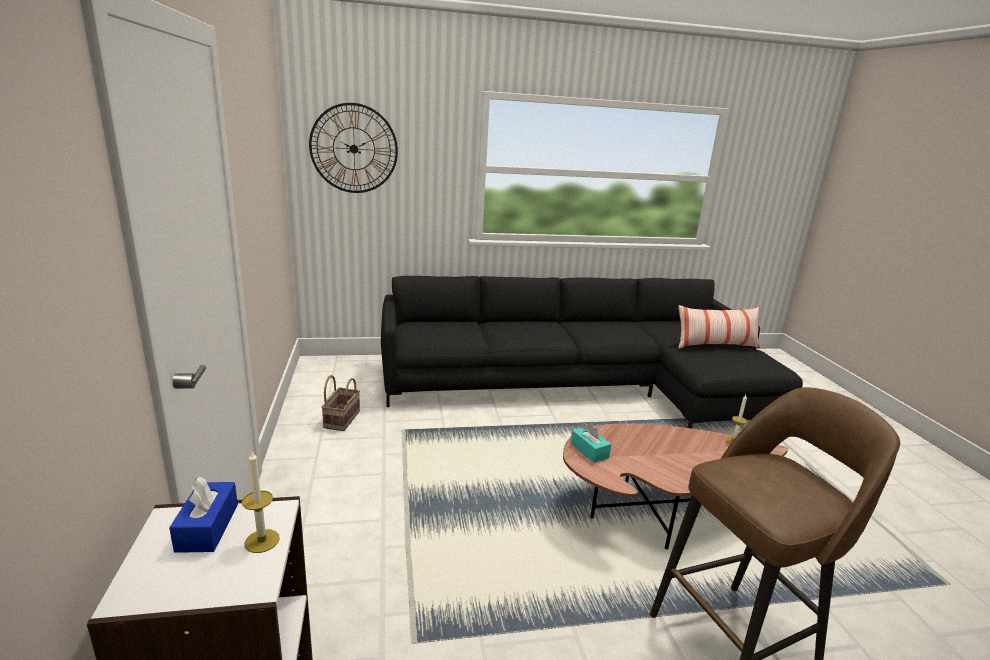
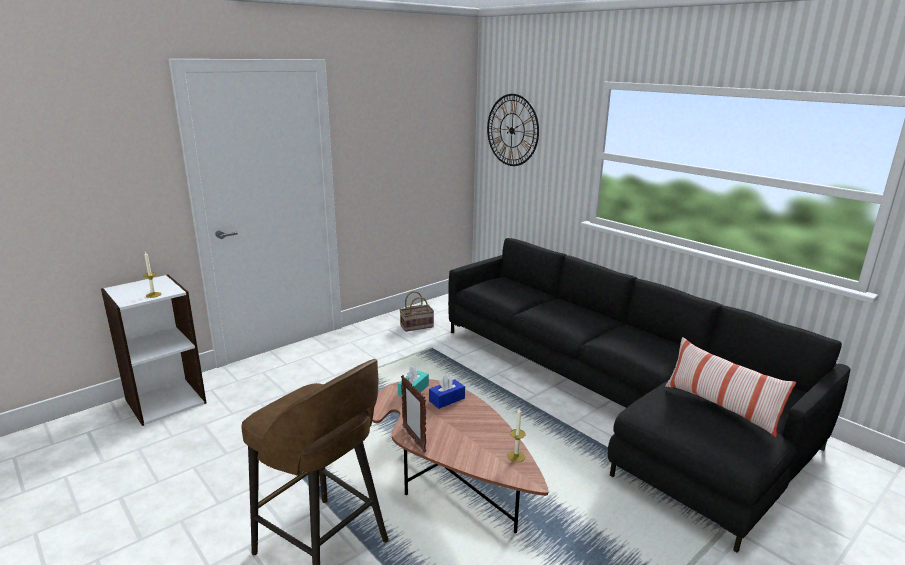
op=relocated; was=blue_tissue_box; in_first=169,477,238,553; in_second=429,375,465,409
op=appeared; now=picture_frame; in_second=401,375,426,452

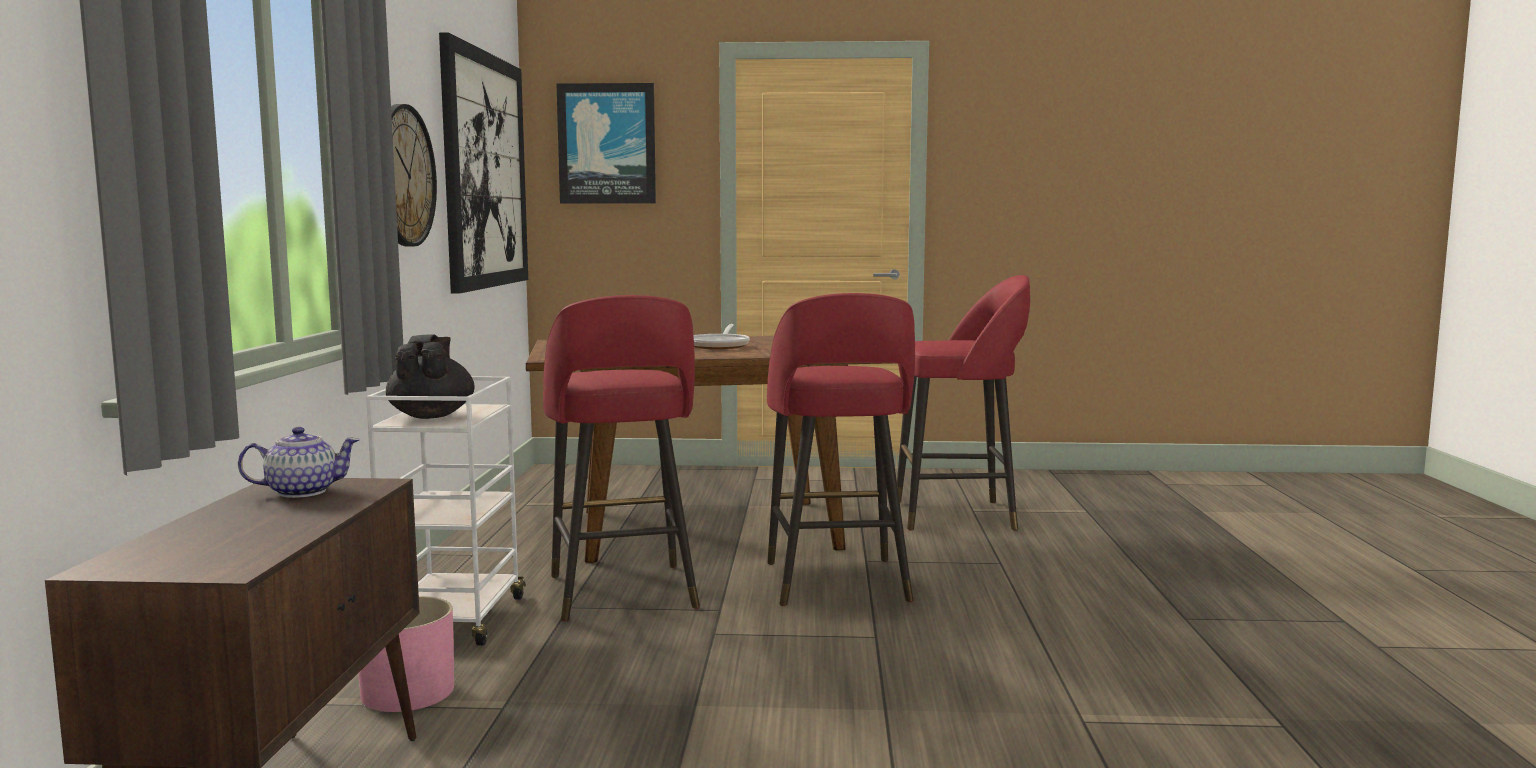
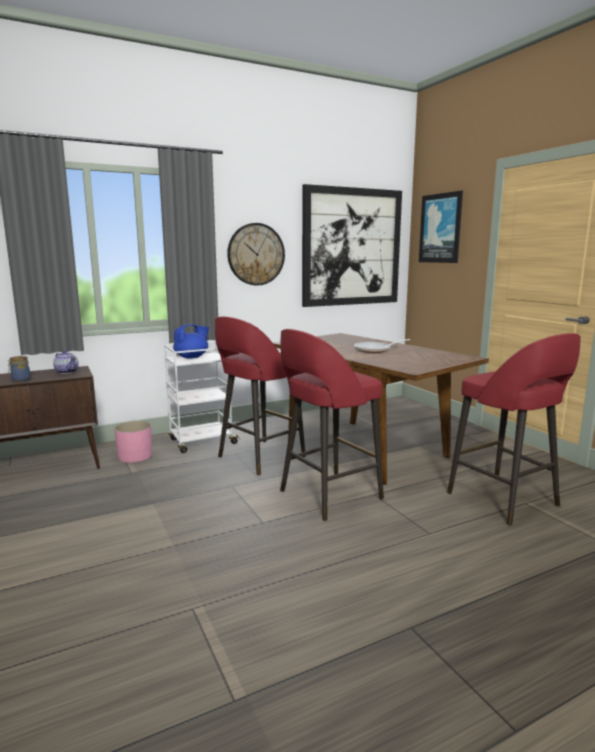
op=colour; was=black_teapot; now=blue_teapot; in_first=386,334,475,419; in_second=173,324,209,359
op=appeared; now=jar; in_second=7,356,31,382

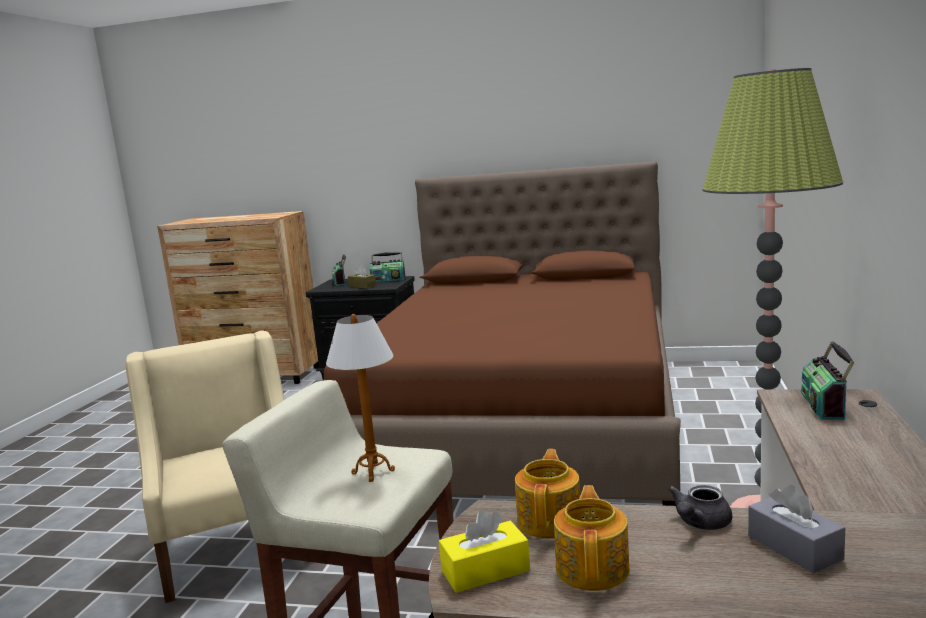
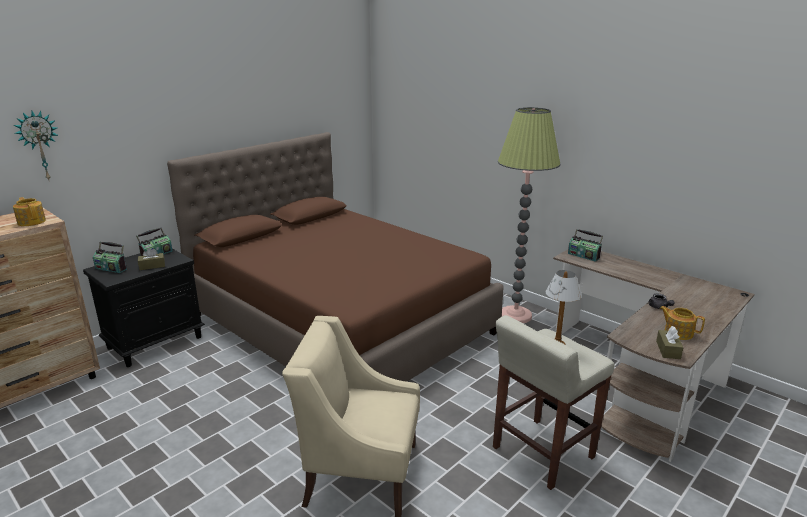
op=relocated; was=teapot; in_first=515,449,580,538; in_second=13,197,46,226
op=missing; was=grey_tissue_box; in_first=748,485,845,573
op=colour; was=yellow_tissue_box; now=brown_tissue_box; in_first=439,510,530,593; in_second=656,326,683,359
op=appeared; now=wall_clock; in_second=14,111,59,180

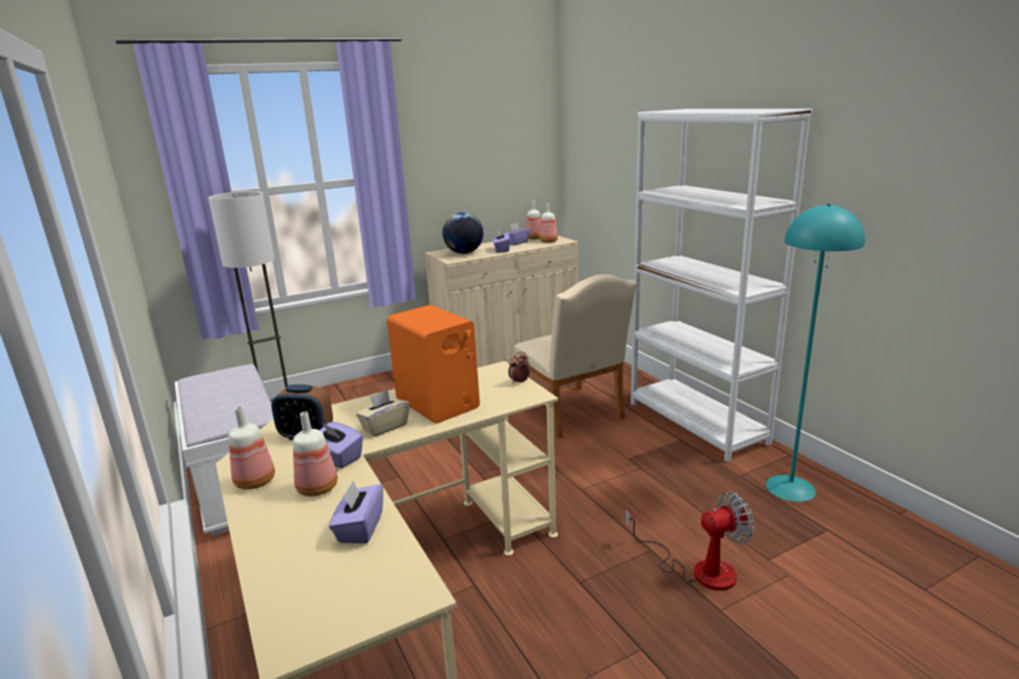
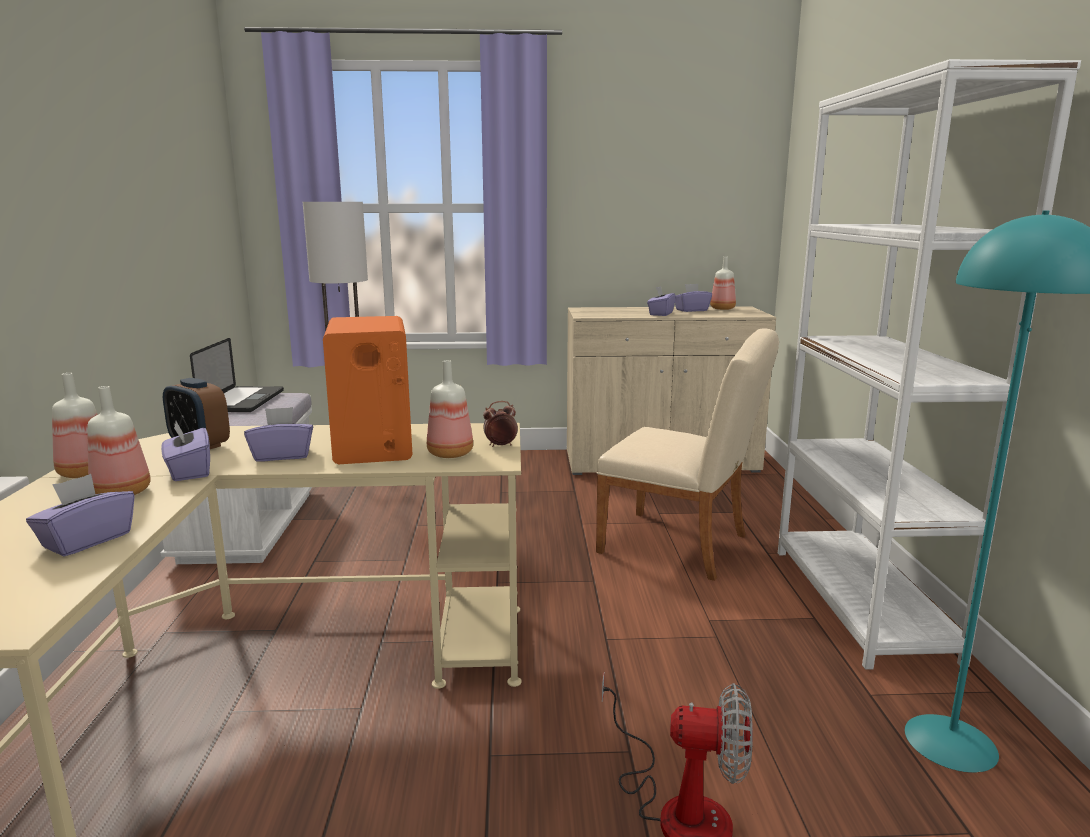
op=relocated; was=bottle; in_first=539,203,558,243; in_second=427,360,473,458
op=missing; was=globe; in_first=443,212,483,254
op=spun; was=beige_chair; in_first=514,274,637,439; in_second=596,328,779,581; clockwise=-60
op=colour; was=beige_tissue_box; now=purple_tissue_box; in_first=356,390,410,437; in_second=244,407,313,461
op=appeared; now=laptop; in_second=190,338,284,412

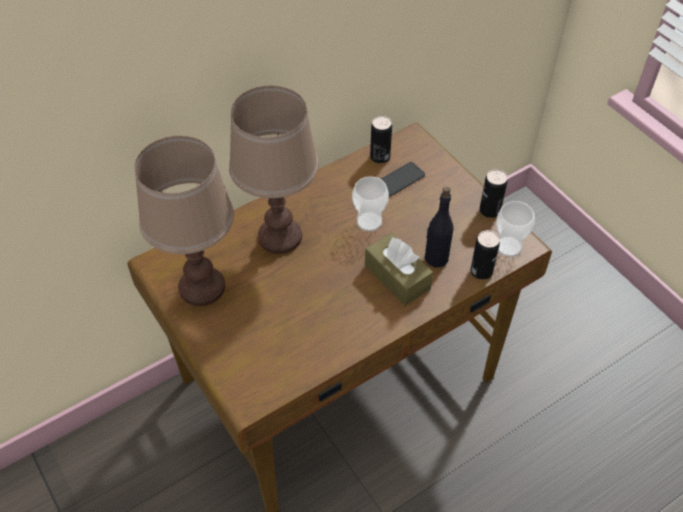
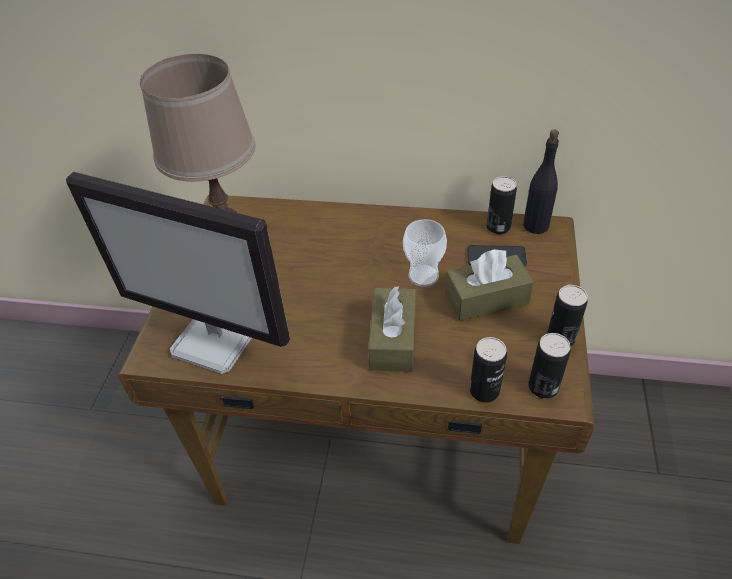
op=missing; was=brown_table_lamp; in_first=229,85,318,254
op=relocated; was=black_bottle; in_first=425,187,454,268; in_second=523,130,559,234
op=exchanged; was=cup; now=can; in_first=496,201,535,257; in_second=528,333,570,399
op=appeared; now=monitor; in_second=66,172,290,374
op=appeared; now=brown_tissue_box; in_second=445,249,534,321

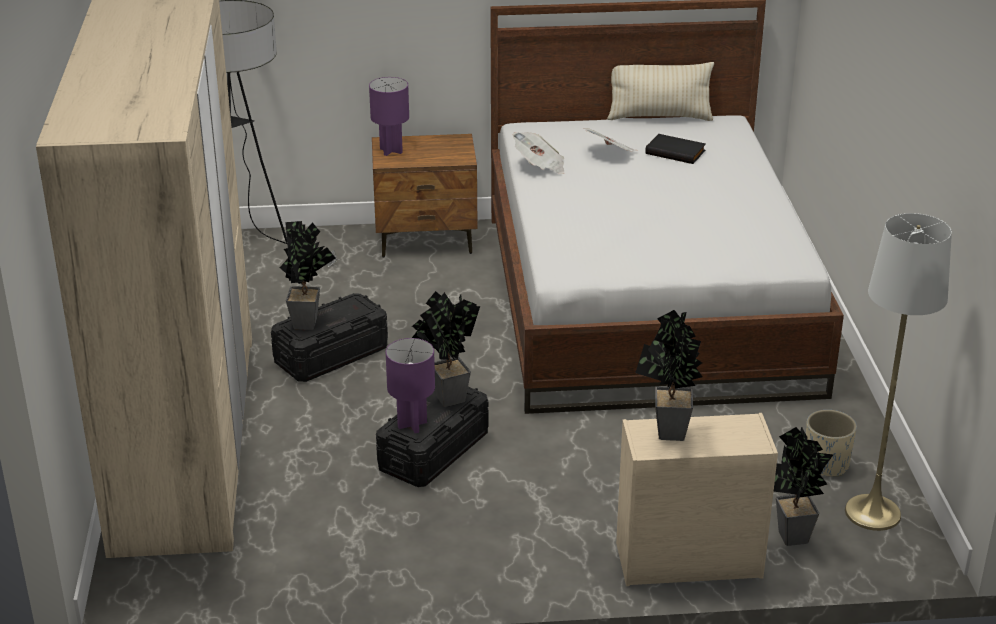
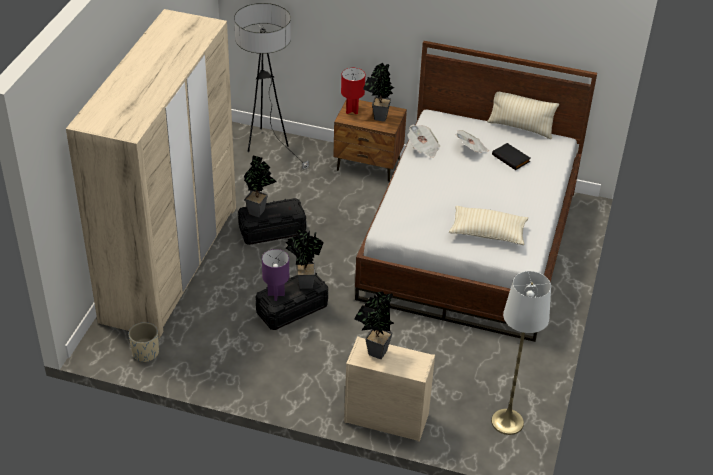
op=colour; was=purple_table_lamp; now=red_table_lamp; in_first=369,77,409,156; in_second=341,68,365,115
op=relocated; was=beige_planter; in_first=806,410,857,477; in_second=129,322,159,363
op=relocated; was=potted_plant; in_first=774,427,833,546; in_second=363,63,394,122
op=appeared; now=beige_pillow; in_second=449,205,528,245

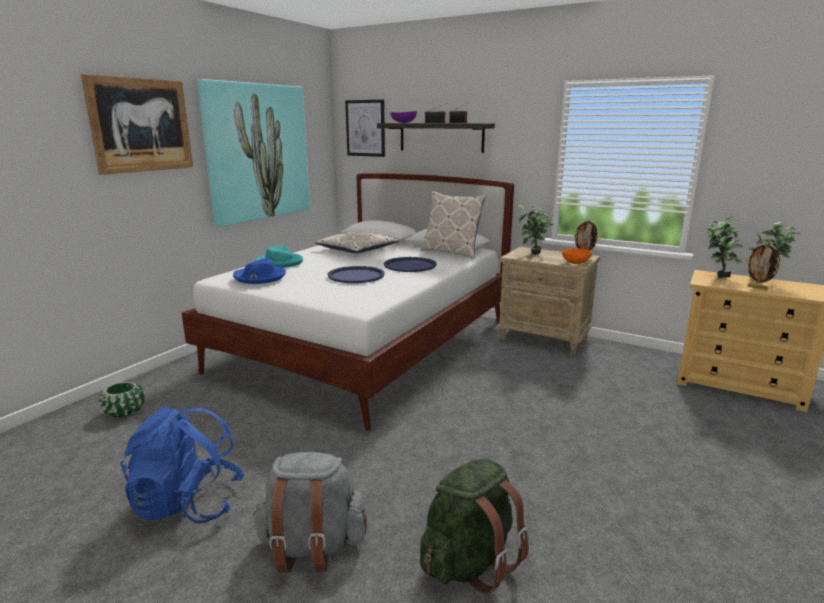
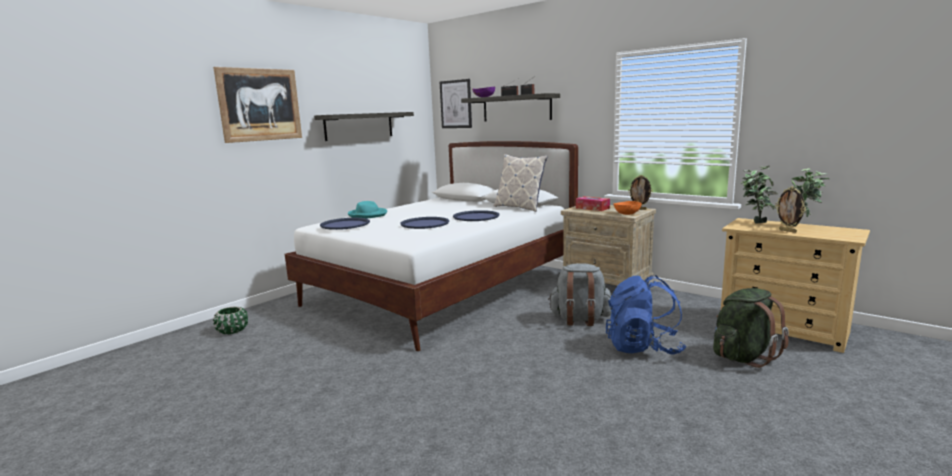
op=exchanged; was=picture; now=shelf; in_first=197,79,310,227; in_second=314,112,414,141
op=exchanged; was=potted_plant; now=tissue_box; in_first=518,205,554,254; in_second=576,196,610,211
op=missing; was=pillow; in_first=315,231,400,253
op=exchanged; was=blue_hat; now=blue_tray; in_first=233,258,286,284; in_second=320,218,370,230
op=relocated; was=blue_backpack; in_first=120,405,245,523; in_second=606,275,686,355
op=relocated; was=grey_backpack; in_first=253,452,367,572; in_second=548,263,611,326
op=relocated; was=green_backpack; in_first=420,459,529,594; in_second=713,288,789,368

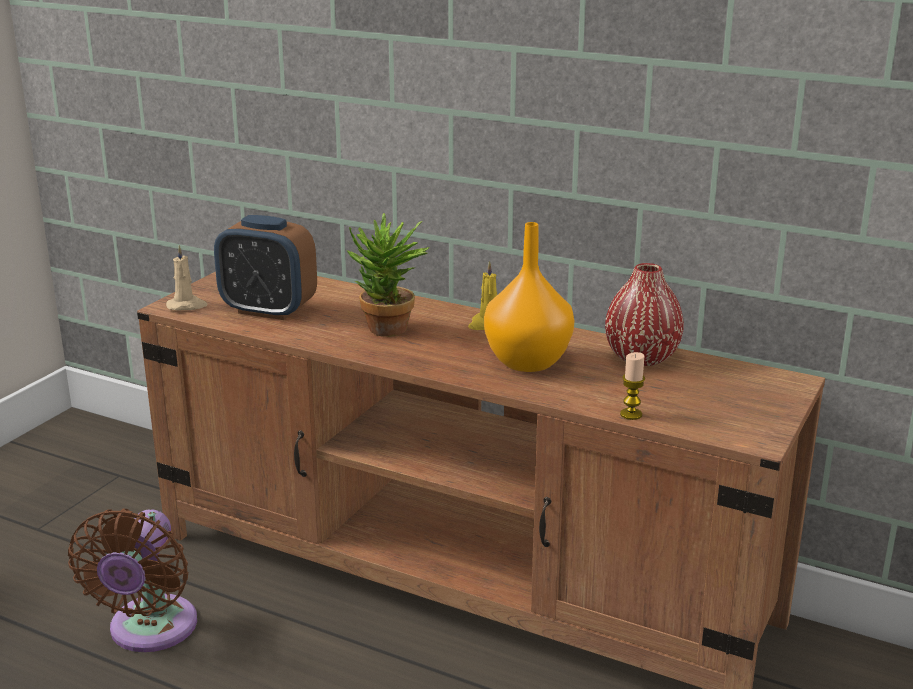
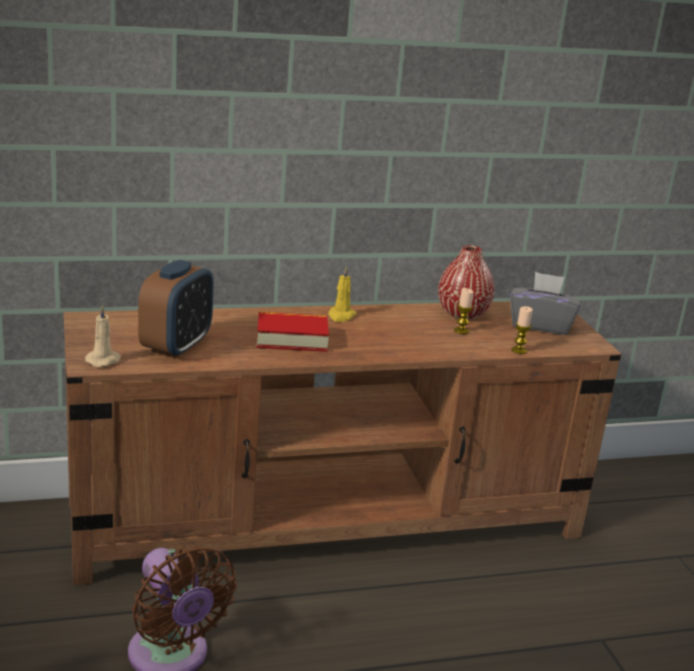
op=exchanged; was=potted_plant; now=book; in_first=347,213,430,337; in_second=257,312,329,352
op=spun; was=alarm_clock; in_first=214,215,317,320; in_second=138,260,214,359; clockwise=-45
op=missing; was=orange_vase; in_first=484,222,574,372
op=appeared; now=grey_tissue_box; in_second=510,272,580,335
op=appeared; now=candle; in_second=454,288,473,334

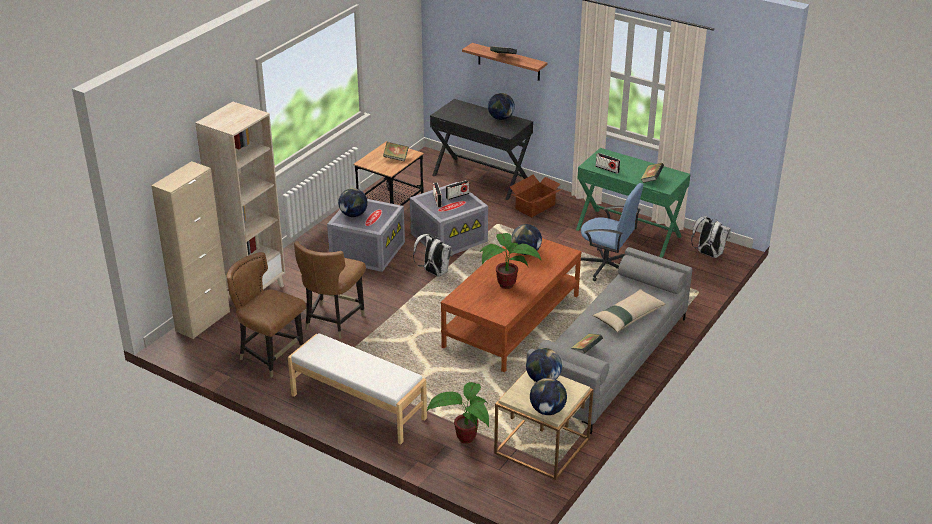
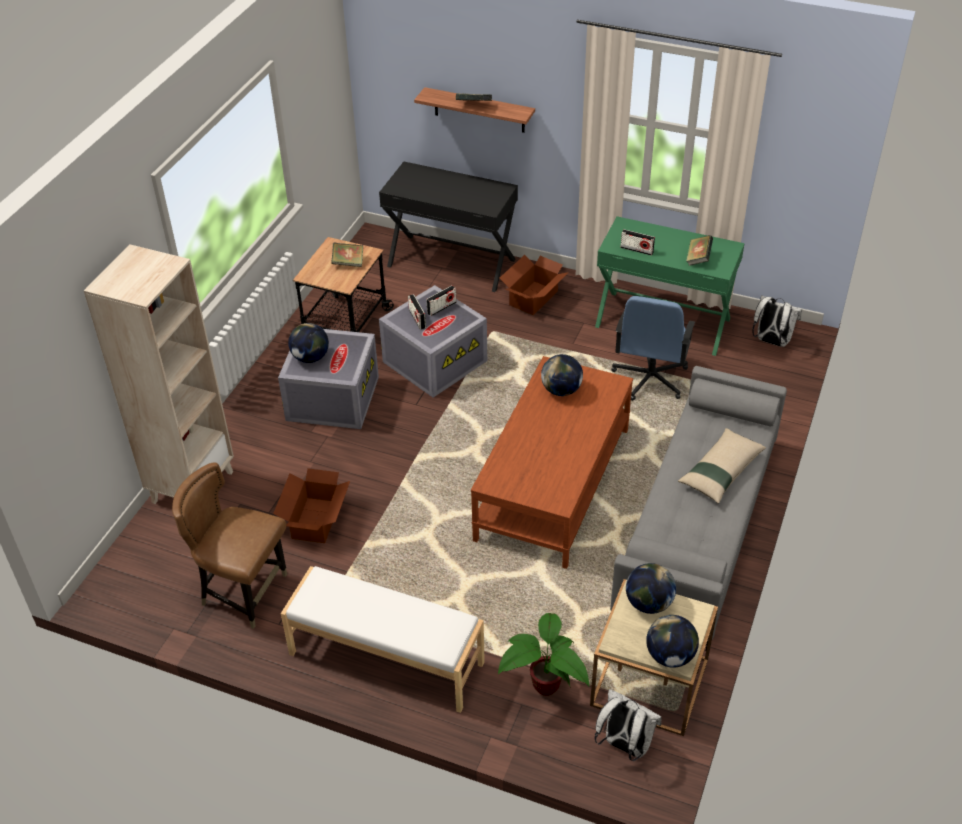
op=missing; was=globe; in_first=488,93,515,120
op=missing; was=beige_cabinet; in_first=151,161,230,339
op=spun; was=blue_office_chair; in_first=581,183,643,281; in_second=611,296,695,401; clockwise=90
op=missing; was=potted_plant; in_first=479,233,541,289
op=relocated; was=white_backpack; in_first=413,234,453,276; in_second=594,689,662,761
op=exchanged; was=brown_chair; now=cardboard_box; in_first=294,241,366,339; in_second=273,468,350,543
op=missing; was=book; in_first=571,333,603,354

